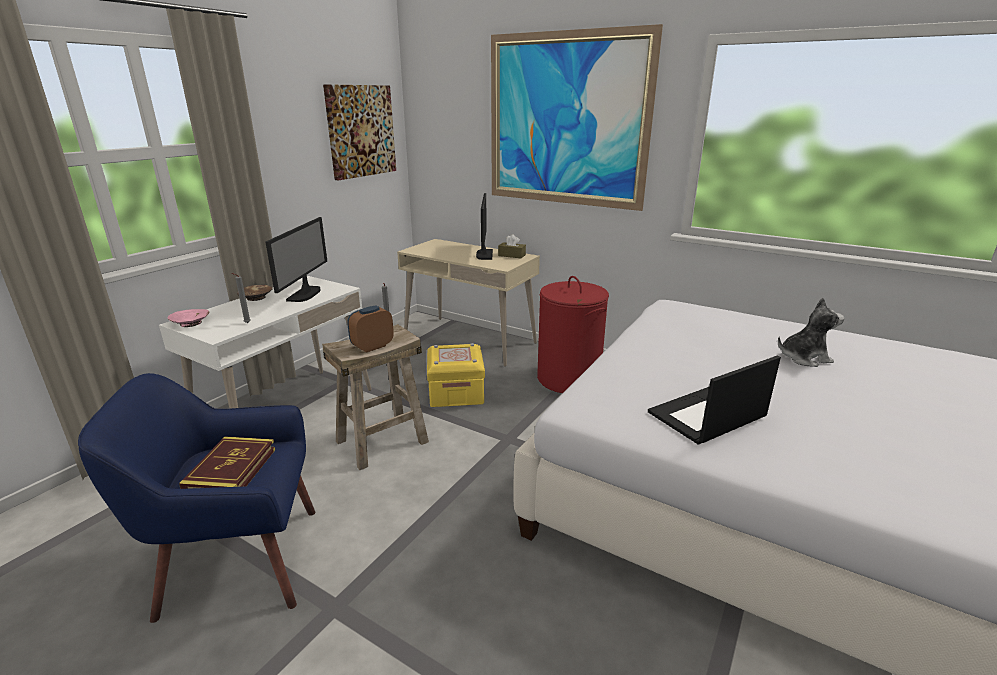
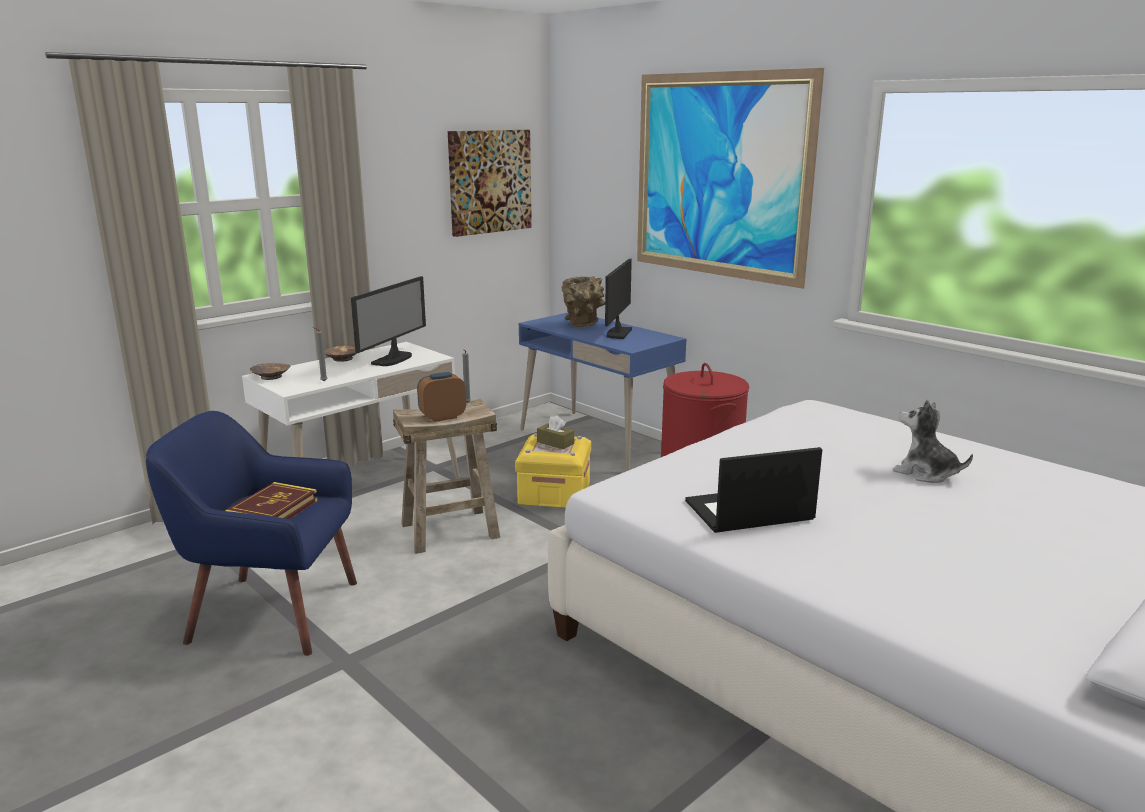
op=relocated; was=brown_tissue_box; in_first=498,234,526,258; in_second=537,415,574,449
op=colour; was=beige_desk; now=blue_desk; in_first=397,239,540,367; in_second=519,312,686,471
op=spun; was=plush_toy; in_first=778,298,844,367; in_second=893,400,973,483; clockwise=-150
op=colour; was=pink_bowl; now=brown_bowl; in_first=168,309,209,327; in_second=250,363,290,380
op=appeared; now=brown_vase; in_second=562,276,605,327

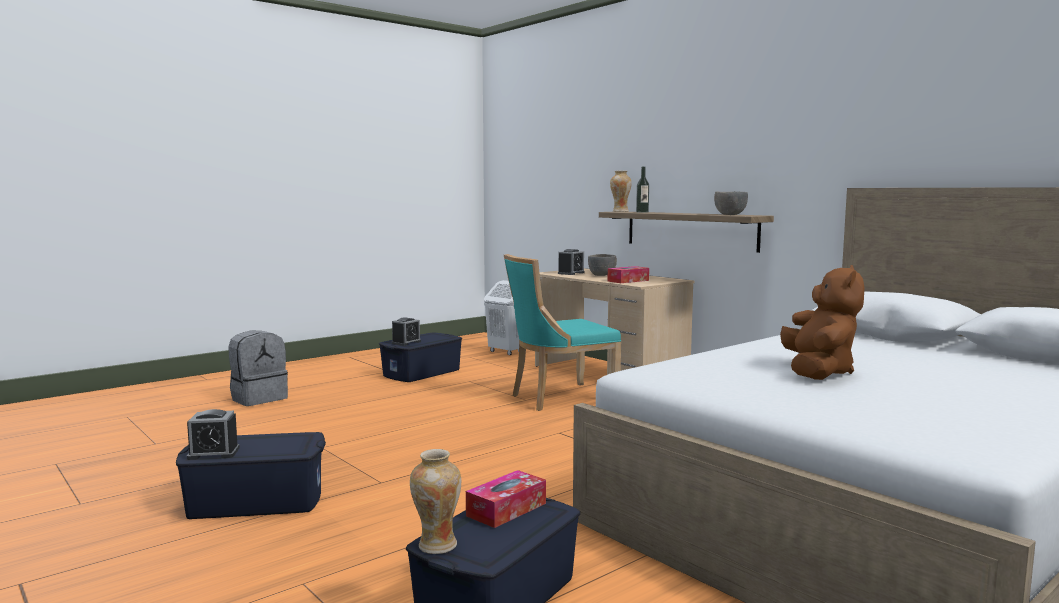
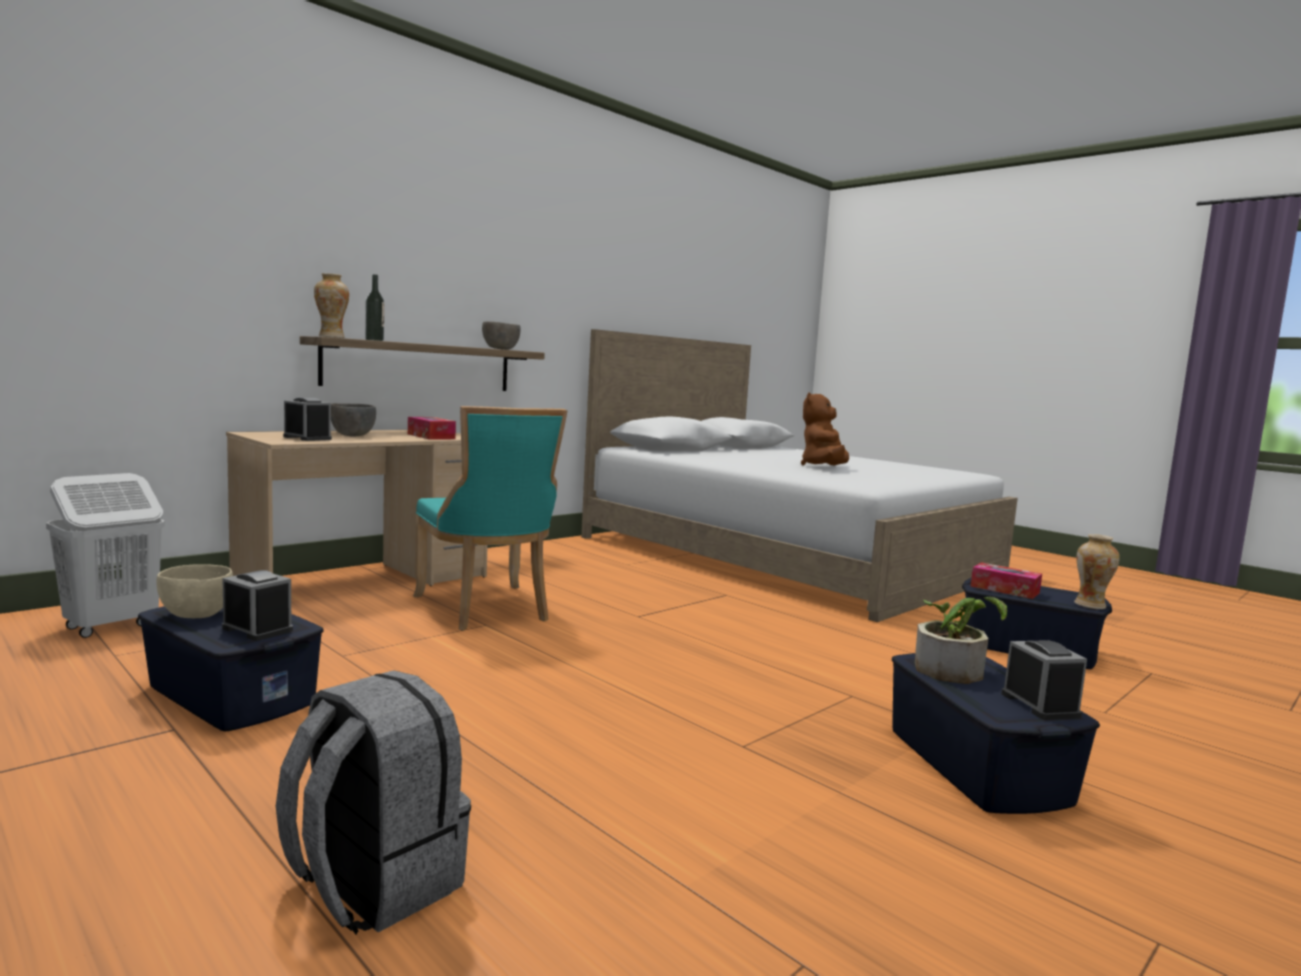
op=spun; was=brown_plush_toy; in_first=780,265,864,380; in_second=801,392,849,465; clockwise=-75
op=appeared; now=beige_bowl; in_second=156,564,233,618
op=appeared; now=potted_plant; in_second=915,597,1007,684

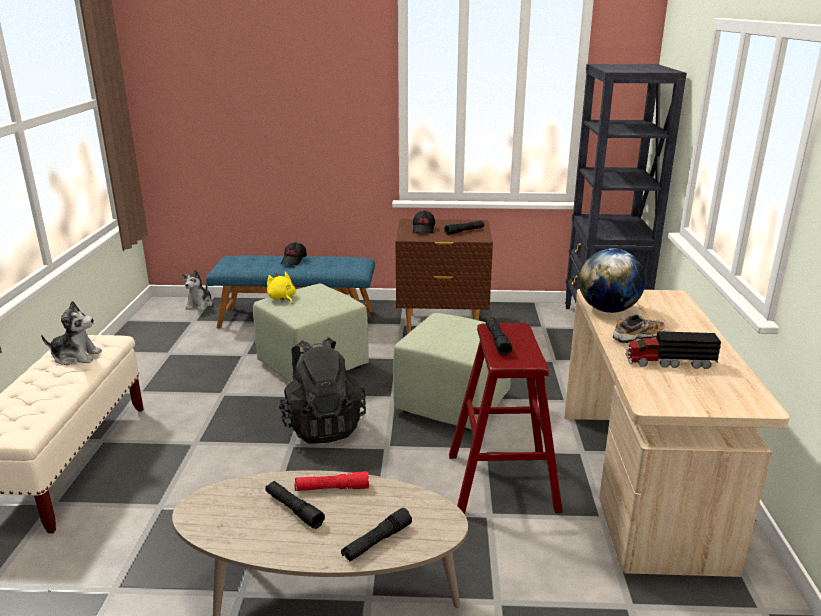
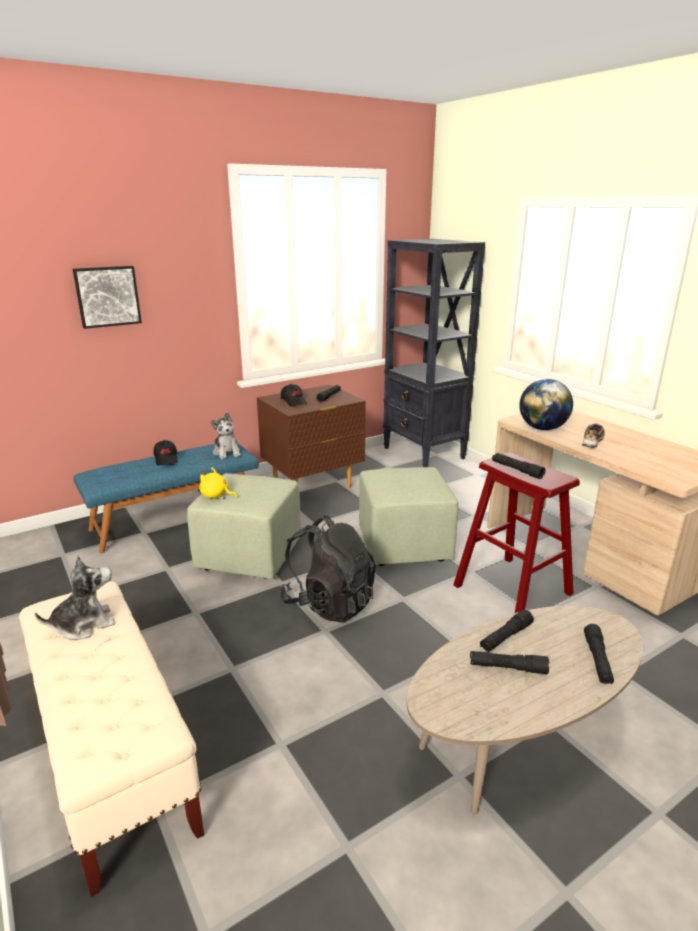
op=relocated; was=plush_toy; in_first=182,269,213,311; in_second=211,412,241,460
op=missing; was=toy_truck; in_first=626,331,721,369
op=colour; was=red_flashlight; now=black_flashlight; in_first=295,471,369,491; in_second=480,609,534,652
op=appeared; now=picture; in_second=73,266,142,329

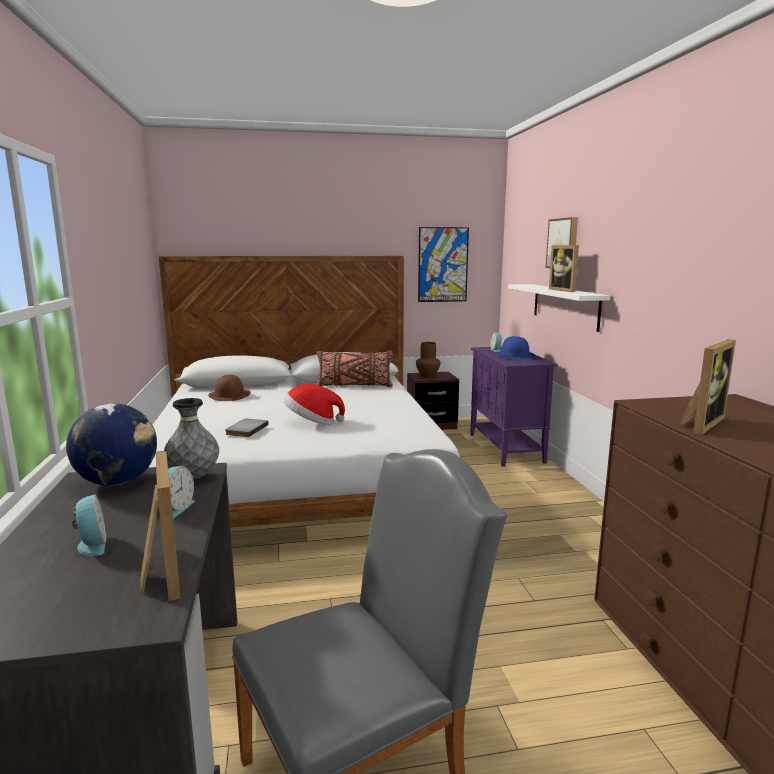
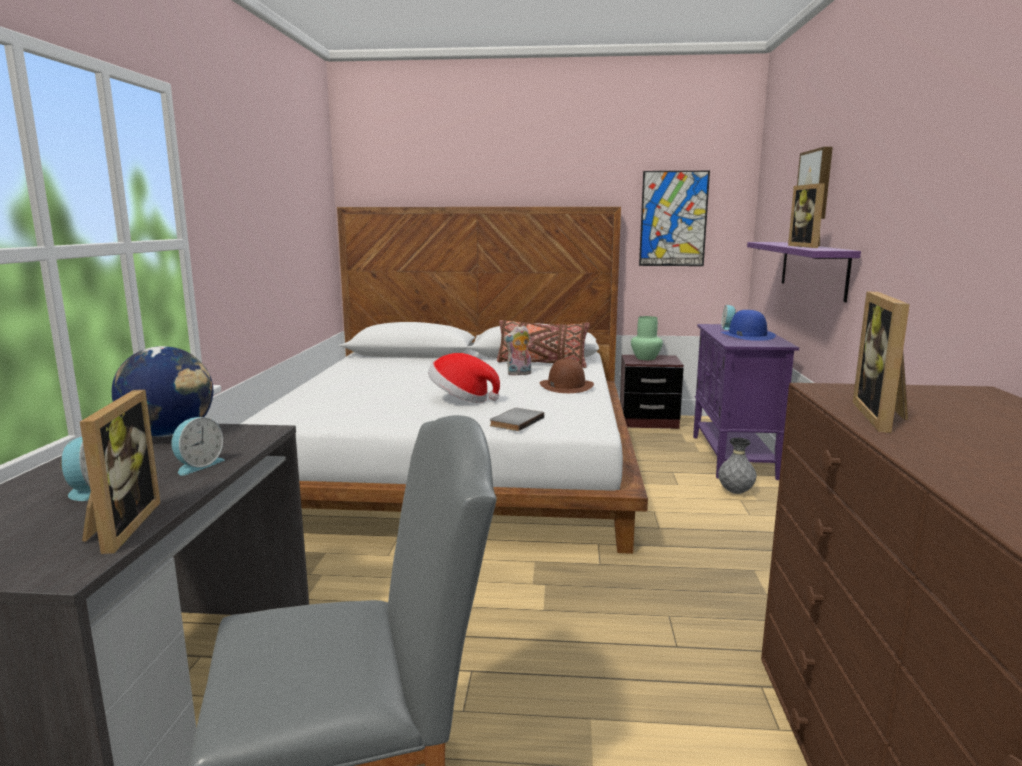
op=colour; was=white_shelf; now=purple_shelf; in_first=508,284,610,332; in_second=747,242,861,302
op=spun; was=picture_frame; in_first=680,339,736,435; in_second=853,292,910,433; clockwise=135
op=colour; was=brown_vase; now=green_vase; in_first=416,342,441,377; in_second=631,316,663,360
op=relocated; was=brown_hat; in_first=208,375,251,401; in_second=540,359,594,393
op=relocated; was=grey_vase; in_first=164,398,219,479; in_second=718,438,757,494
op=relocated; was=grey_book; in_first=225,419,268,437; in_second=490,408,544,431
op=appeared; now=plush_toy; in_second=504,325,531,376

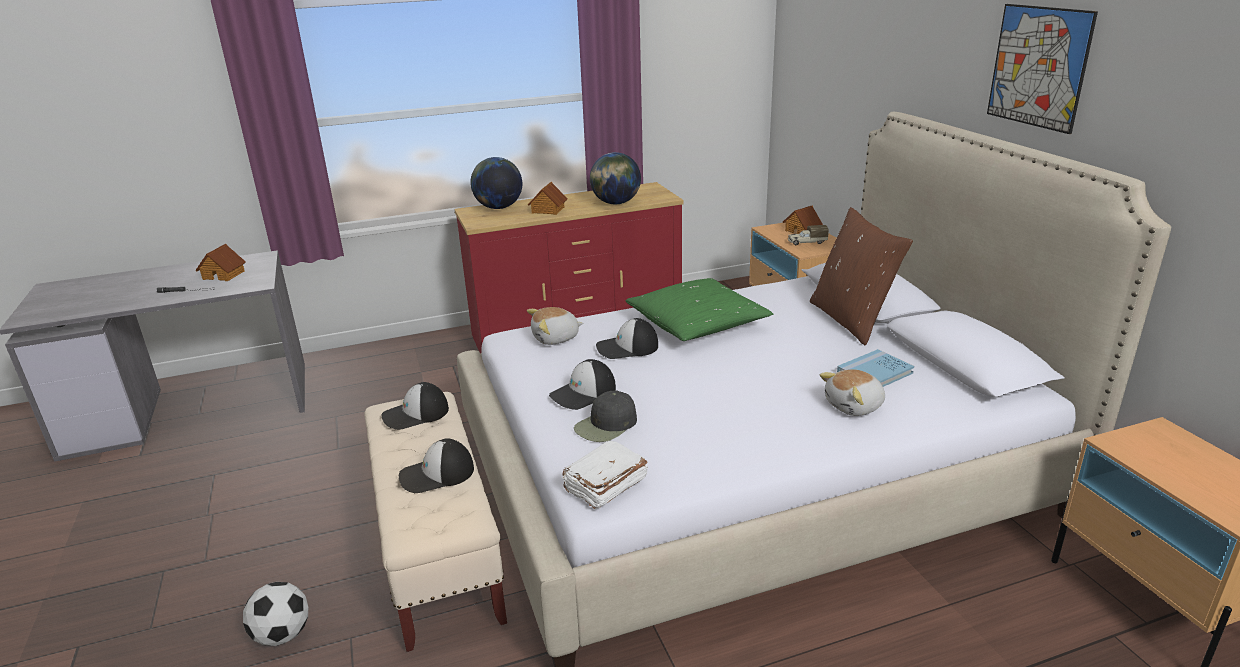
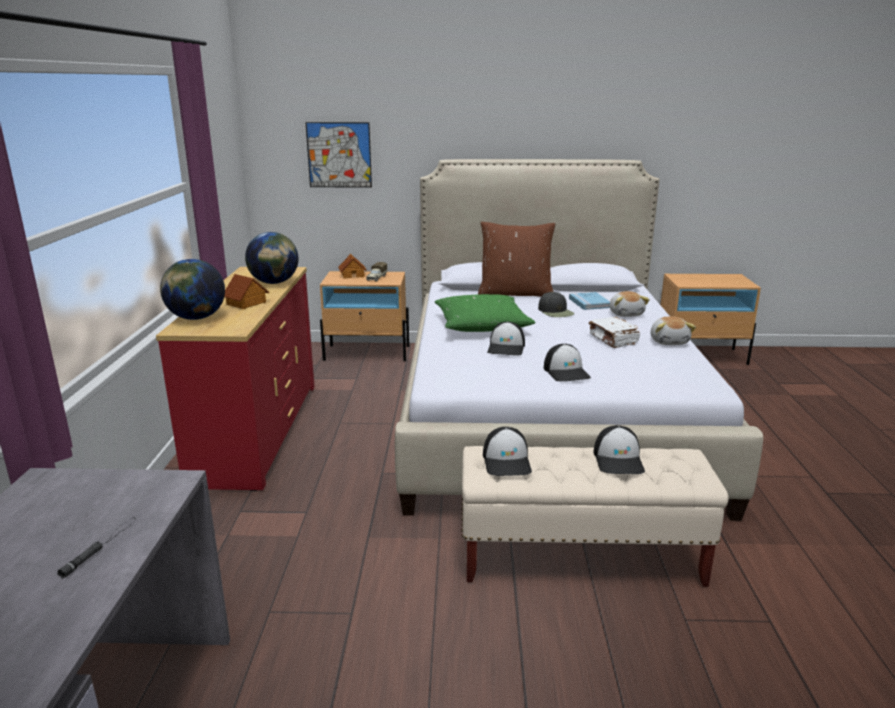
op=relocated; was=picture; in_first=987,4,1098,134; in_second=305,122,372,188
op=missing; was=toy_house; in_first=195,244,246,281
op=relocated; was=plush_toy; in_first=527,307,583,345; in_second=651,316,696,345
op=relocated; was=black_cap; in_first=574,390,637,442; in_second=538,292,575,317
op=relocated; was=white_book; in_first=562,441,648,510; in_second=589,317,640,348
op=missing; was=football; in_first=243,582,308,646

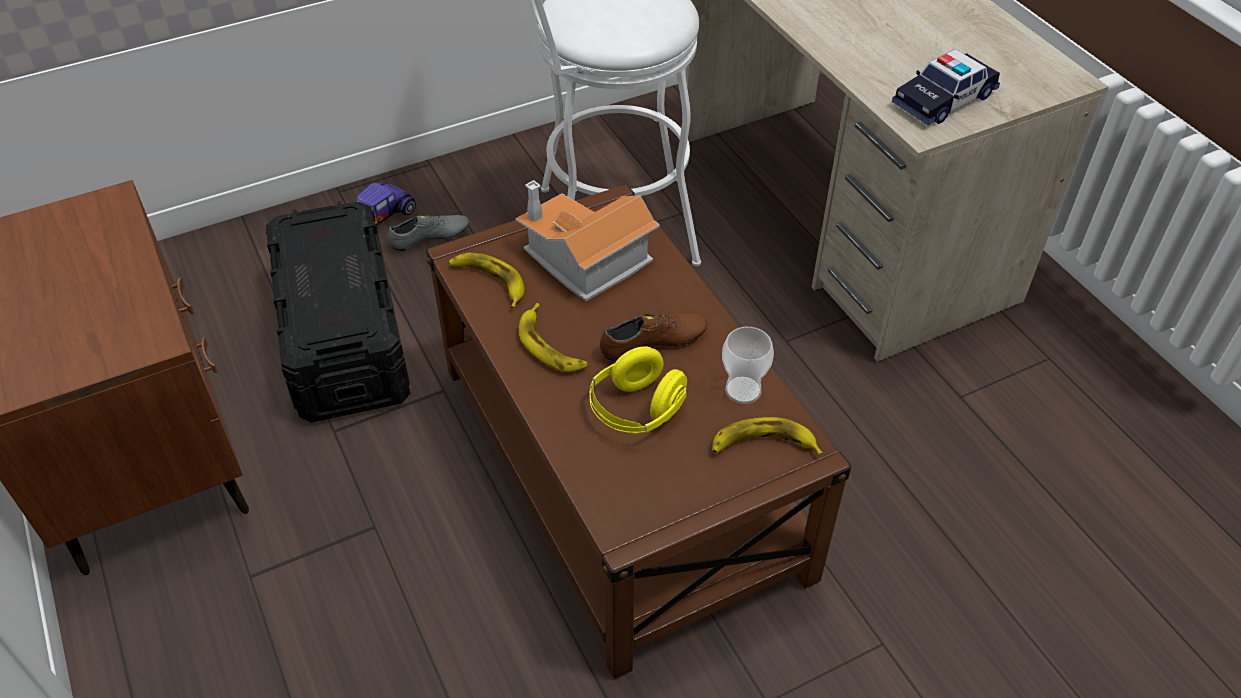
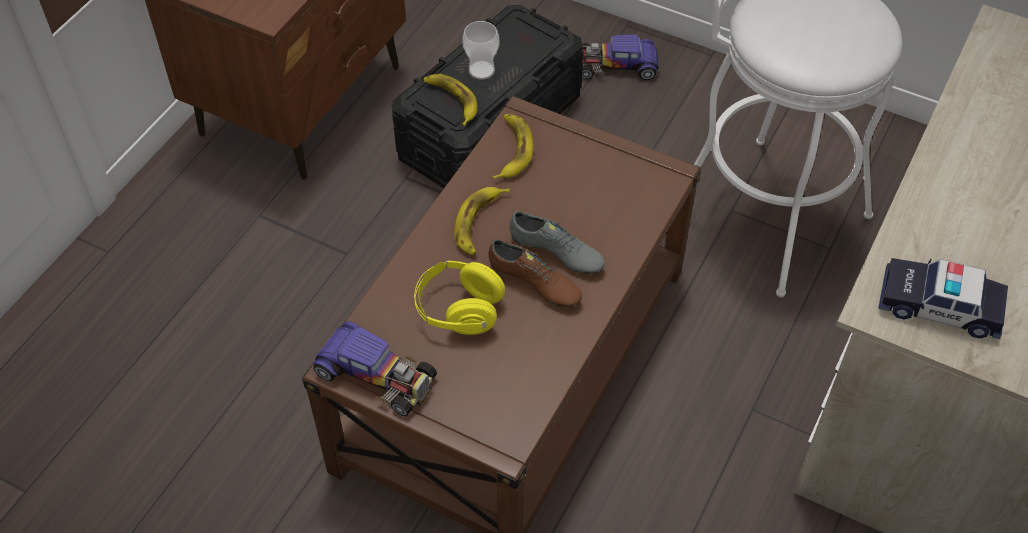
op=missing; was=toy_house; in_first=516,180,660,301
op=relocated; was=grey_shoe; in_first=388,214,469,252; in_second=510,211,605,275
op=relocated; was=cup; in_first=722,327,774,404; in_second=462,21,499,79
op=relocated; was=banana; in_first=712,417,823,455; in_second=423,74,477,126
op=appeared; now=toy_car; in_second=313,321,437,416

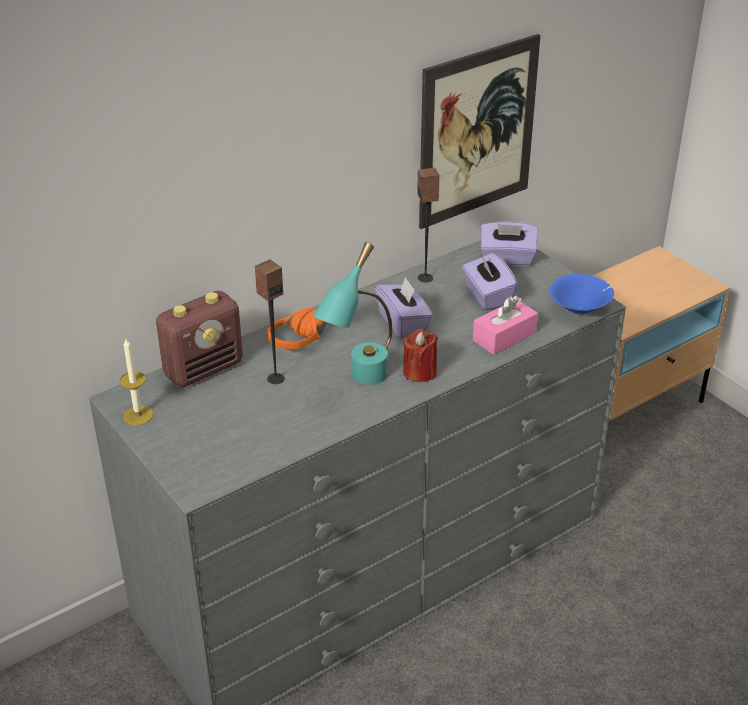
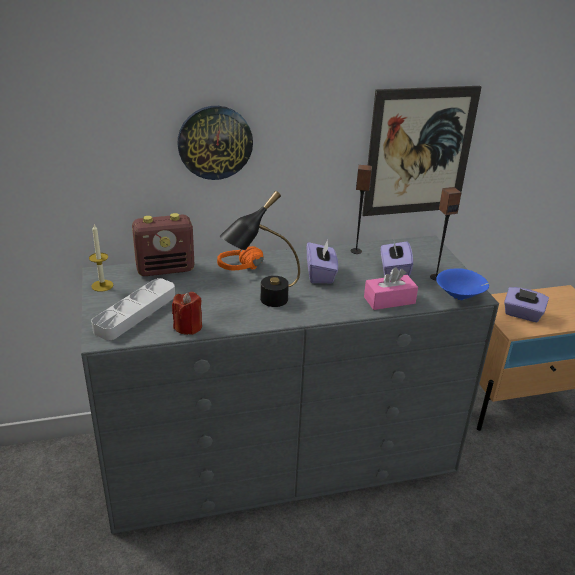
op=relocated; was=purple_tissue_box; in_first=481,222,537,266; in_second=504,287,549,322
op=colour; was=turquoise_table_lamp; now=black_table_lamp; in_first=313,242,392,385; in_second=220,191,300,307
op=relocated; was=speaker; in_first=255,259,285,384; in_second=430,187,462,281
op=relocated; was=red_candle; in_first=403,329,438,382; in_second=172,292,202,335
op=appeared; now=wall_clock; in_second=177,106,253,180
op=appeared; now=grey_tray; in_second=91,278,175,340

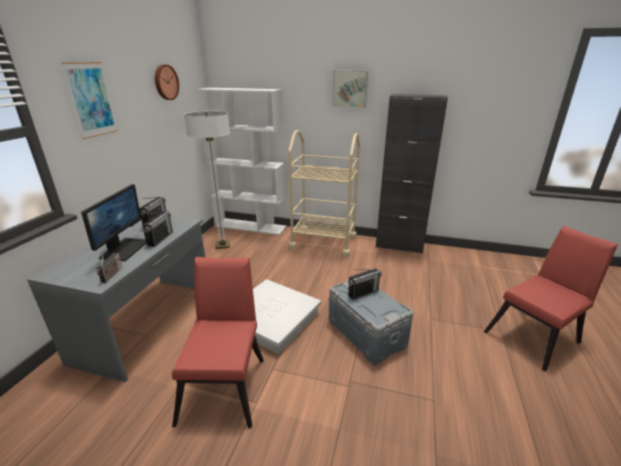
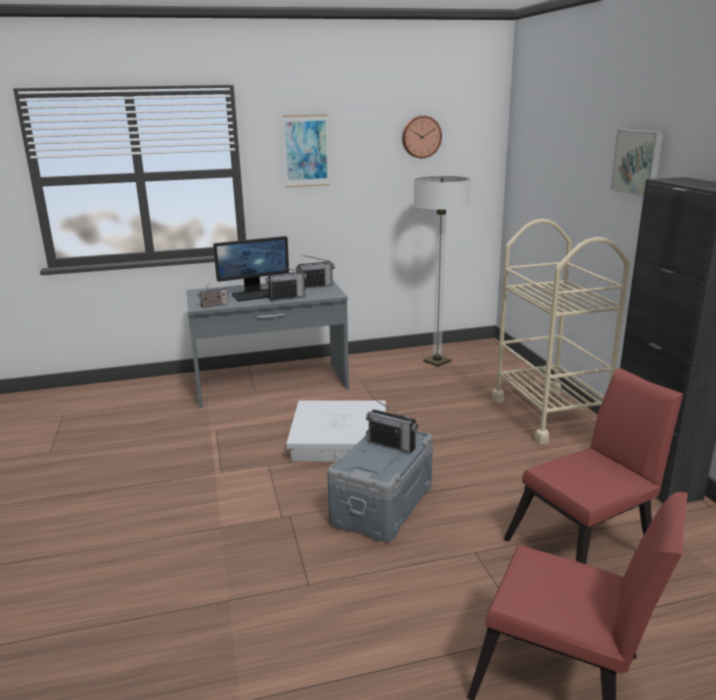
op=missing; was=white_bookcase; in_first=197,88,286,235
op=relocated; was=red_chair; in_first=172,257,264,428; in_second=504,368,683,564

